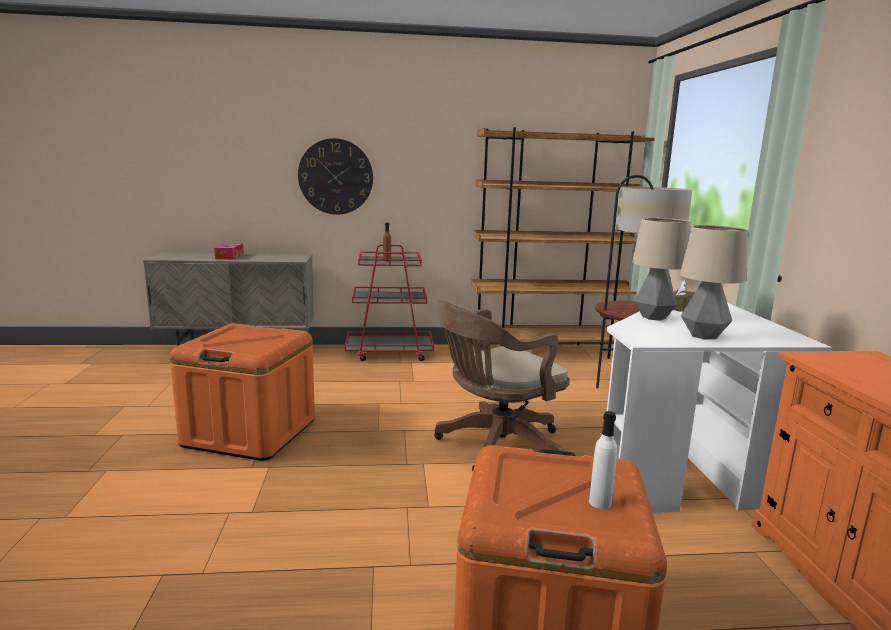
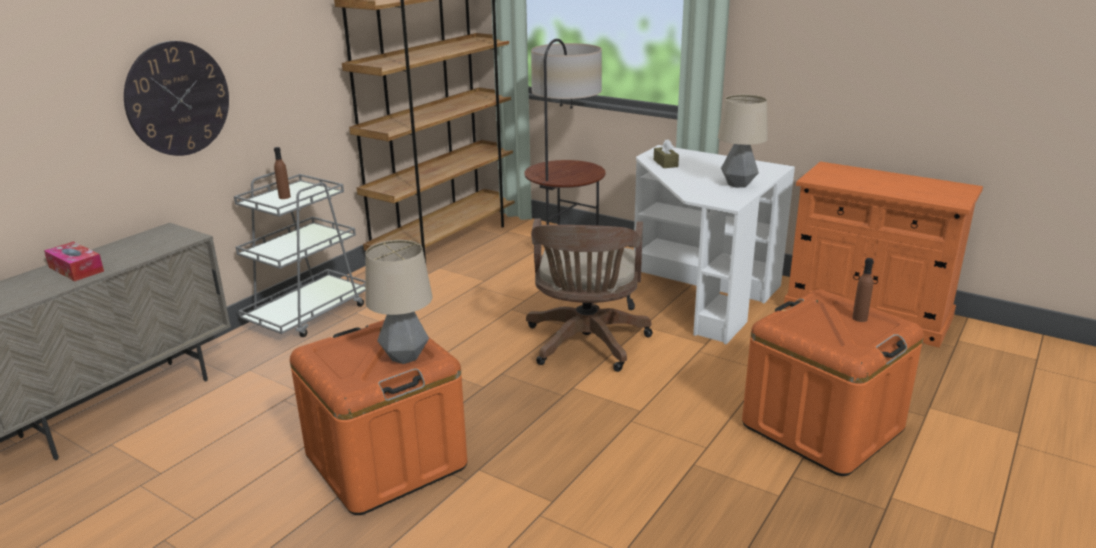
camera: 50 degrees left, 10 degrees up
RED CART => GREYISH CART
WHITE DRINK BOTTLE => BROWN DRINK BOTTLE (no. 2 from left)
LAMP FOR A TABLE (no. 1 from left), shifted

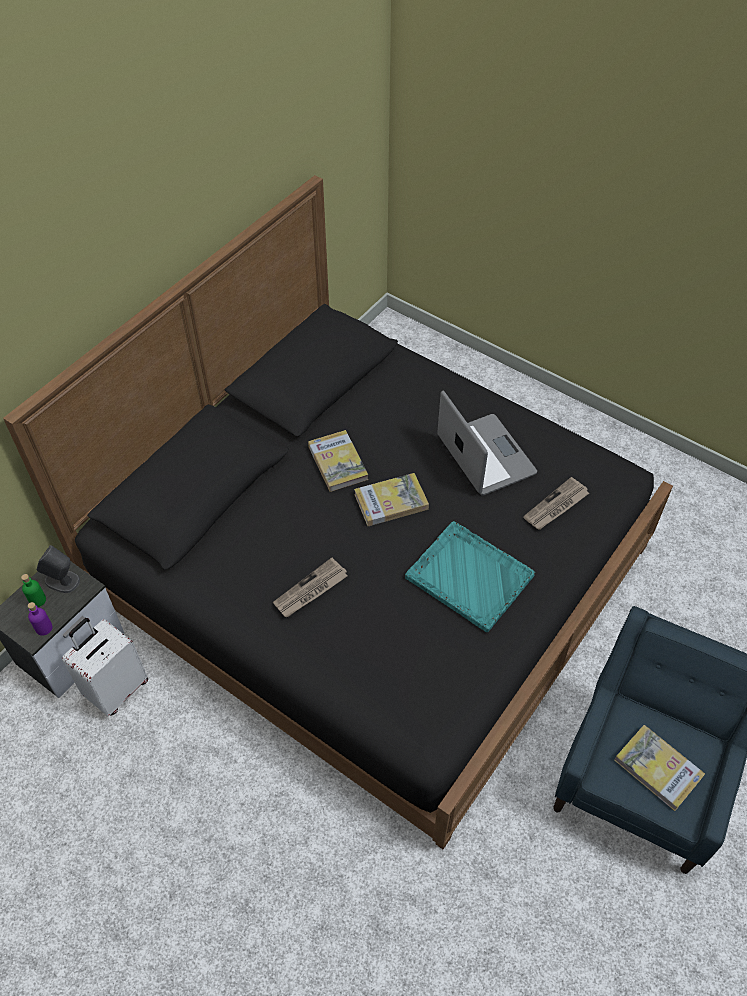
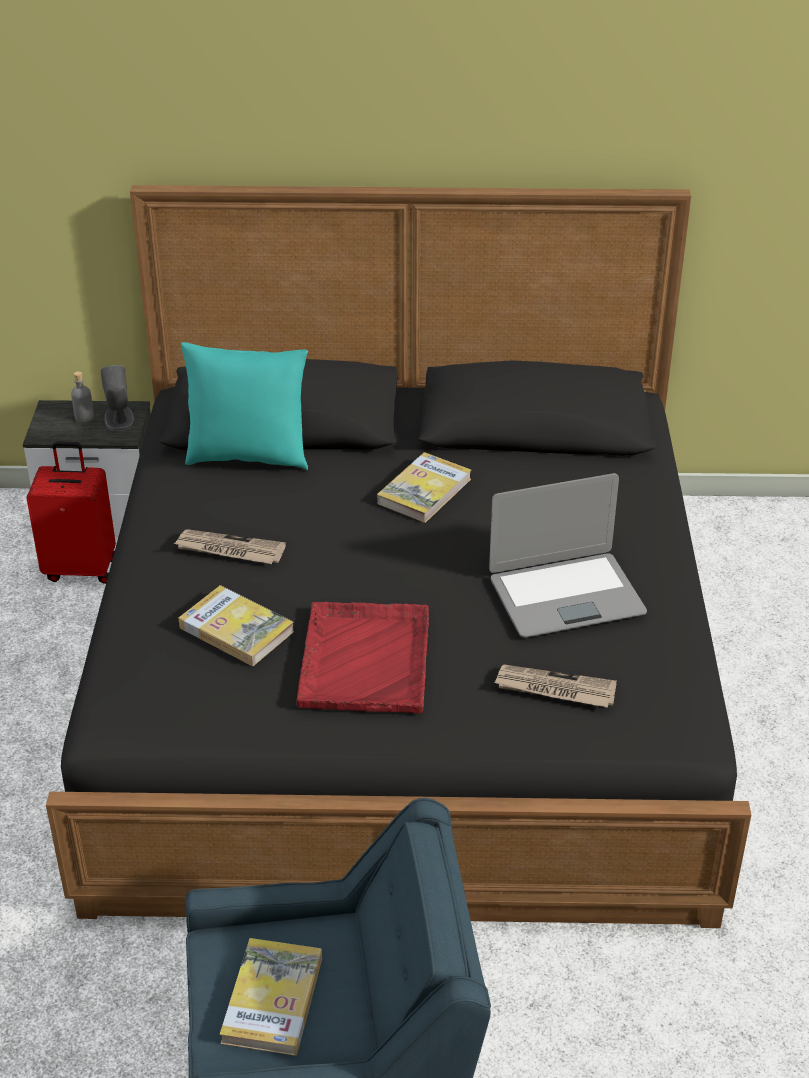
camera: 55 degrees right, 15 degrees down
GREEN DRINK BOTTLE => GREYISH DRINK BOTTLE
PURPLE-COLOURED DRINK BOTTLE => nothing
WHITE SUITCASE => RED SUITCASE
BOUND BOOK (no. 2 from left in the first image) => BOUND BOOK (no. 1 from left), shifted
BLUE-GREEN CARRYING TRAY => RED CARRYING TRAY
PORTABLE COMPUTER, 45 degrees clockwise
nothing => BLUE-GREEN PILLOW

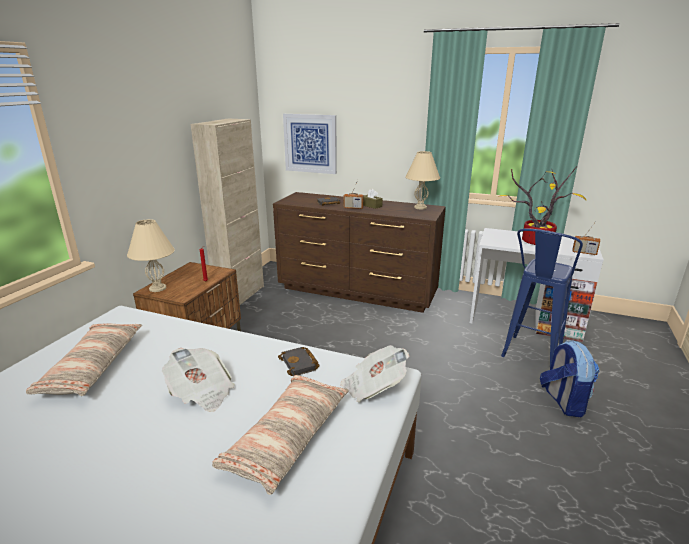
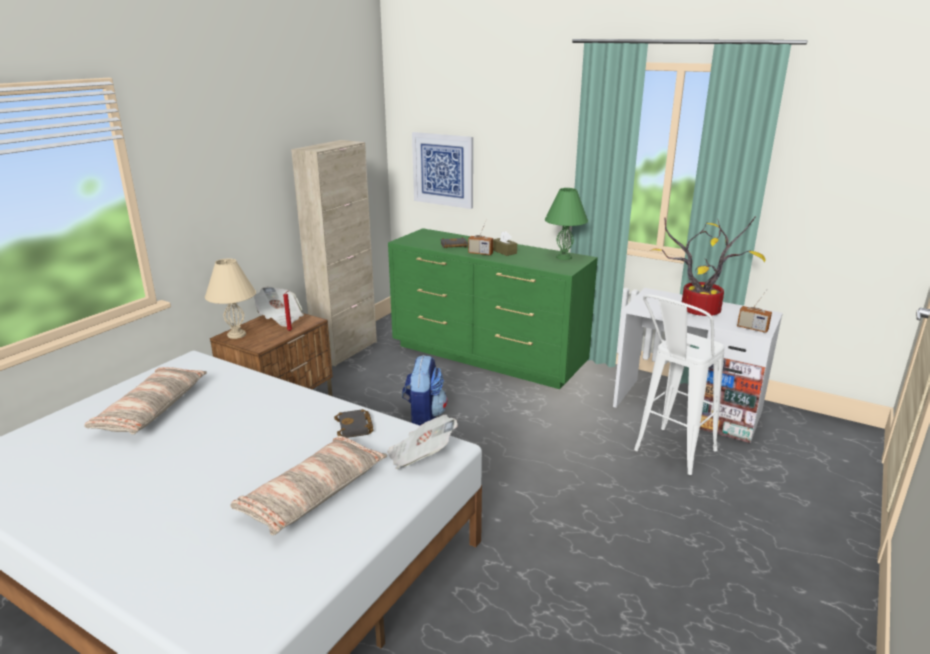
camera: 10 degrees right, 0 degrees up
NEWSPAPER (no. 1 from left), shifted
BROWN CHEST OF DRAWERS => GREEN CHEST OF DRAWERS
BEIGE-COLOURED LAMP FOR A TABLE (no. 2 from left) => GREEN LAMP FOR A TABLE
BLUE-COLOURED SITTING STOOL => WHITE SITTING STOOL
KNAPSACK, shifted

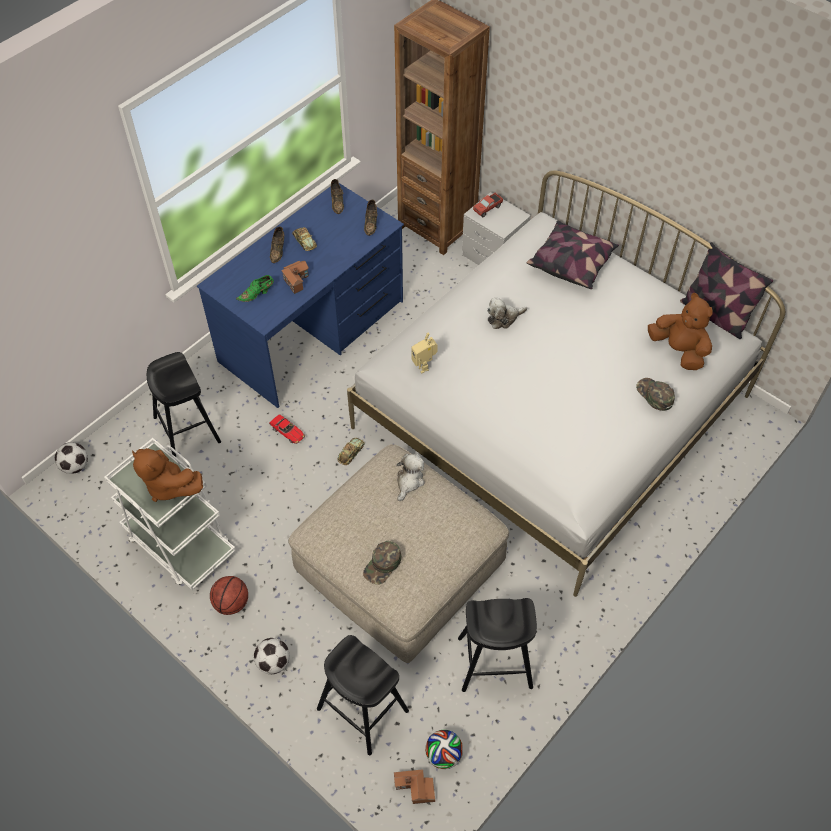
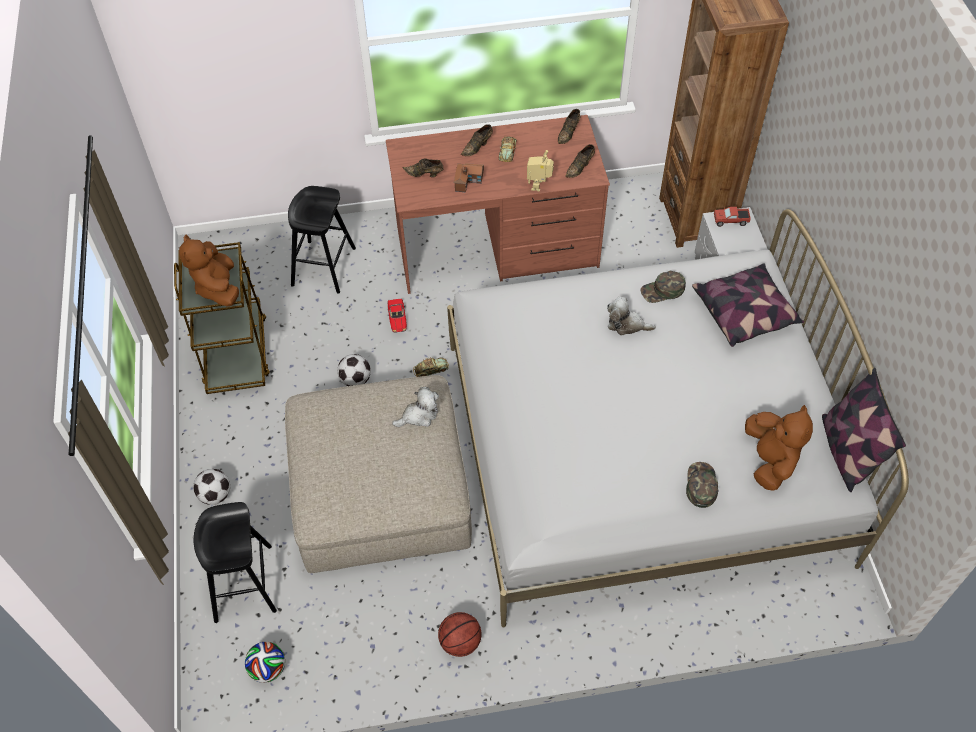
camera: 40 degrees right, 0 degrees up
BALL FOR FOOTBALL (no. 1 from left in the first image) => BALL FOR FOOTBALL (no. 3 from left), shifted
WHITE CART => BROWN CART
BLUE-COLOURED DESK TABLE => BROWN DESK TABLE
BASKETBALL BALL, shifted
GREEN SHOE => BROWN SHOE (no. 1 from left)
GREEN CAP (no. 1 from left), shifted
TOY HOUSE (no. 2 from left) => nothing
ROBOT FIGURE, shifted
BLACK-COLOURED SITTING STOOL (no. 3 from left) => nothing

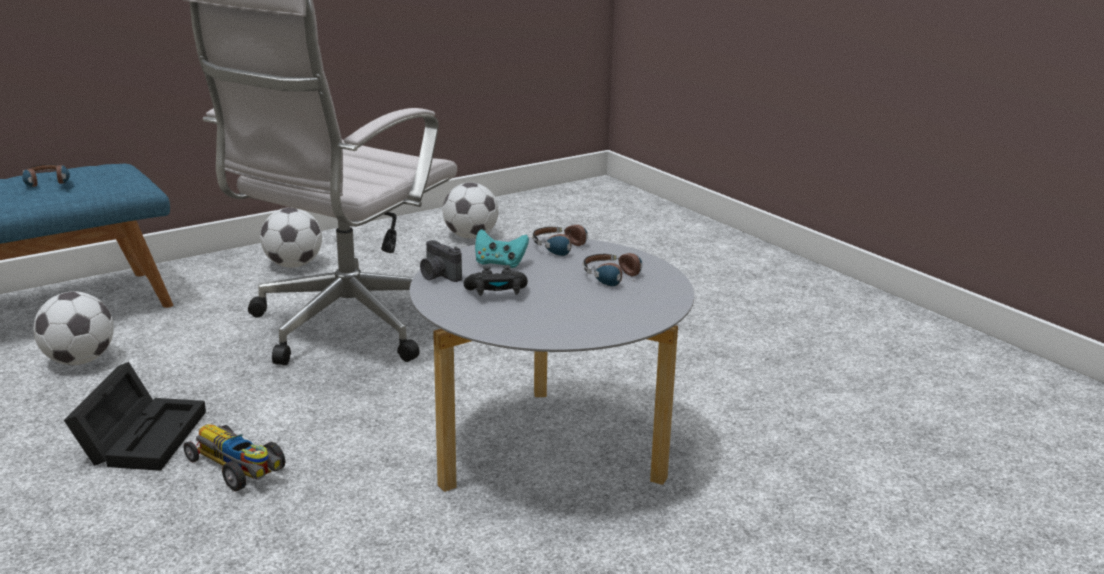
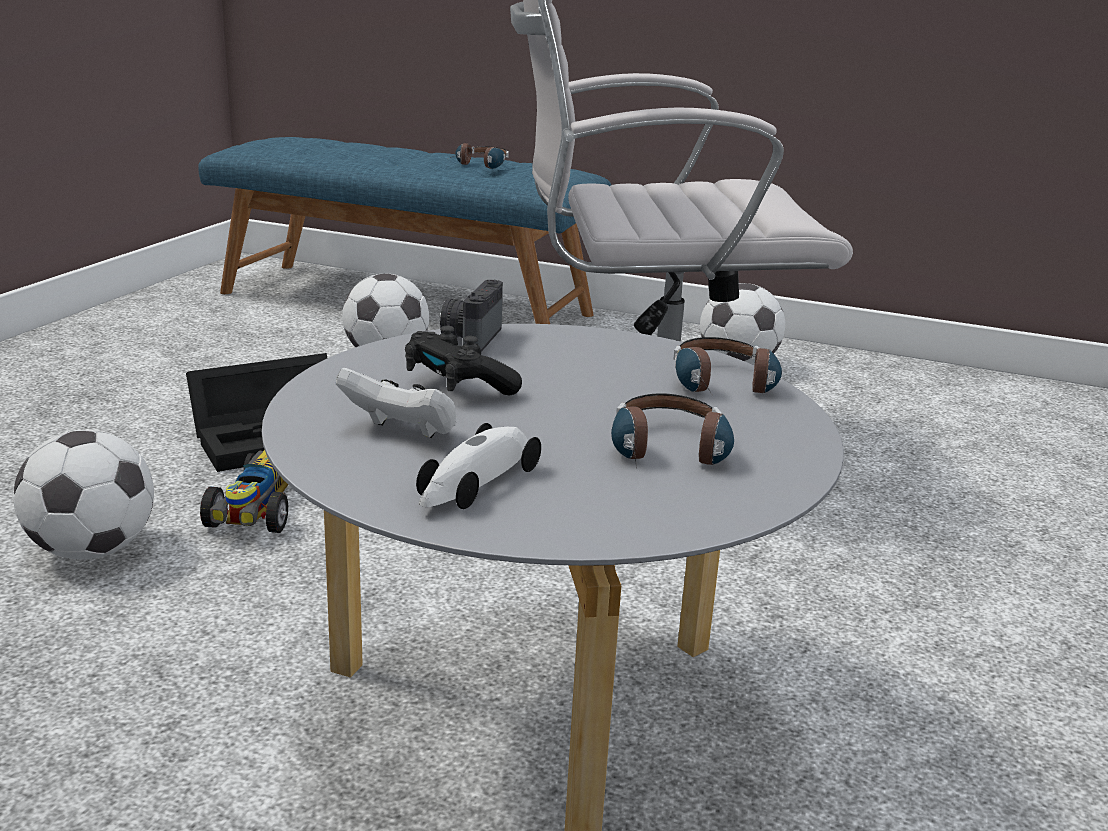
camera: 55 degrees right, 0 degrees up
BALL FOR FOOTBALL (no. 3 from left in the first image) => BALL FOR FOOTBALL (no. 1 from left), shifted
BLUE-GREEN JOYPAD => nothing
nothing => WHITE JOYPAD
nothing => TOY CAR (no. 2 from left)

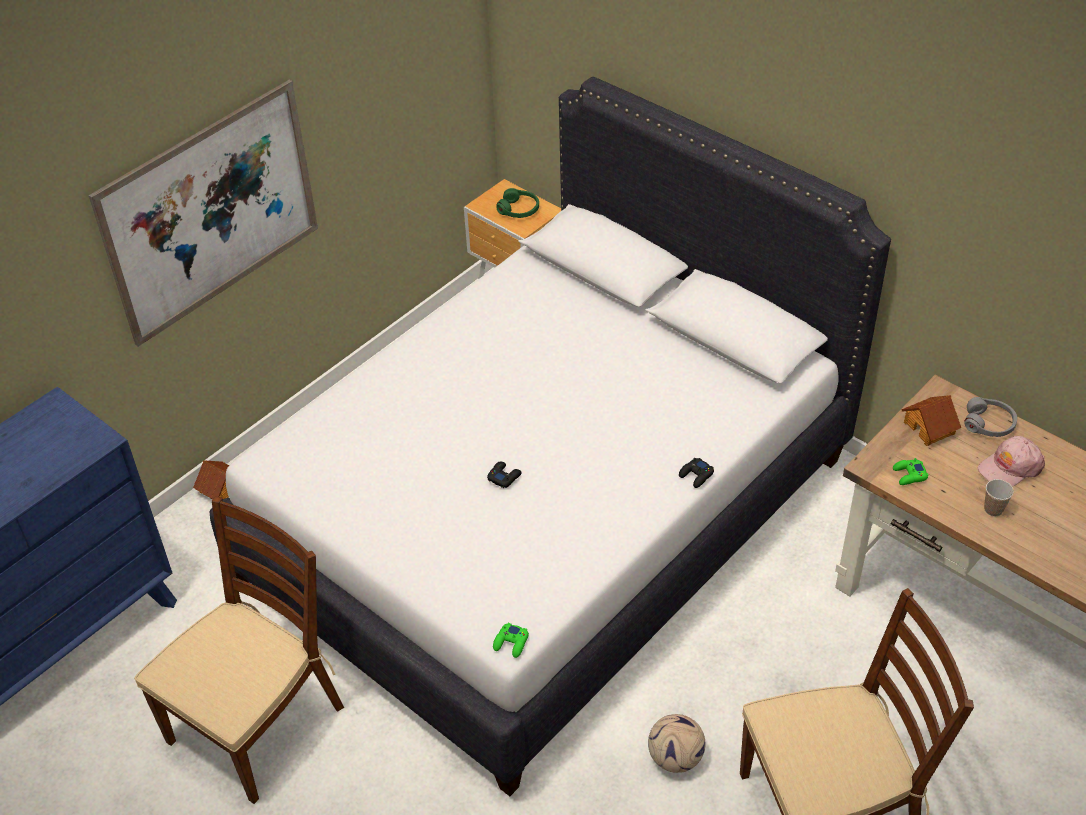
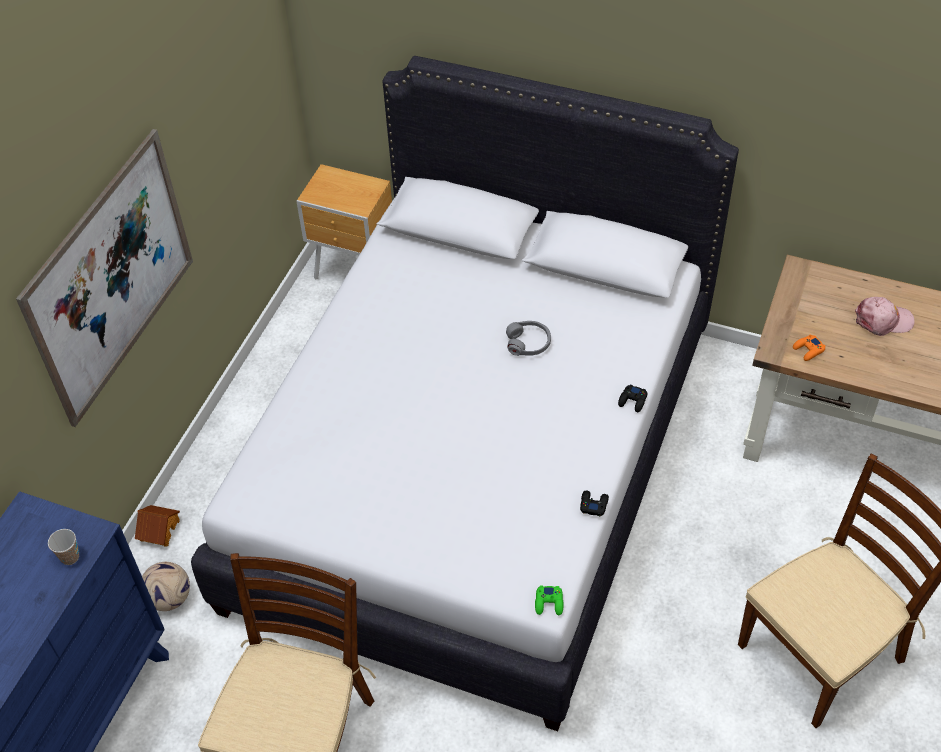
camera: 20 degrees left, 5 degrees up
BLACK-COLOURED JOYPAD (no. 1 from left), shifted
GREEN HEADSET => nothing
BALL FOR FOOTBALL, shifted
GREEN JOYPAD (no. 2 from left) => ORANGEY JOYPAD
TOY HOUSE (no. 2 from left) => nothing
GREYISH HEADSET, shifted
PINKISH CAP, 135 degrees counterclockwise
SMALL CUP, shifted

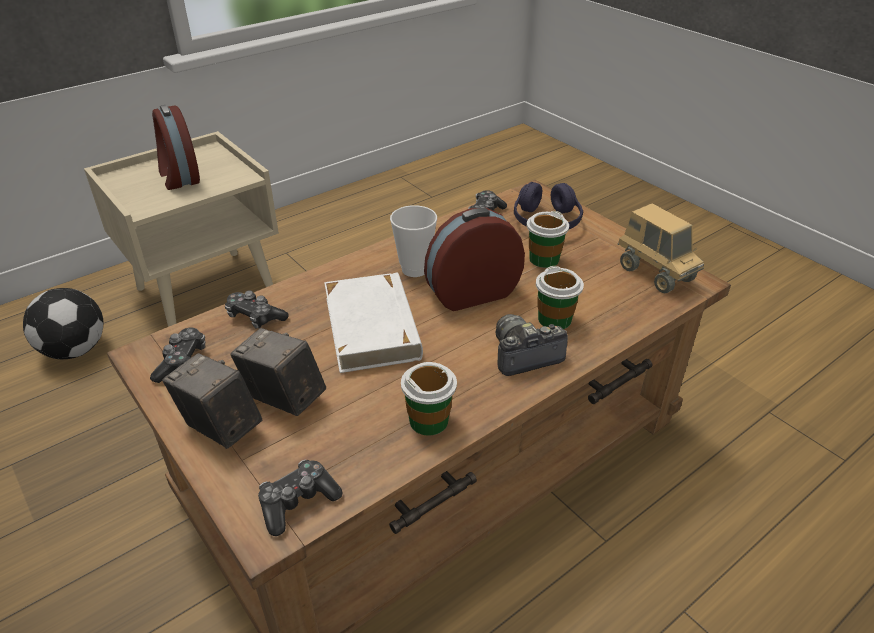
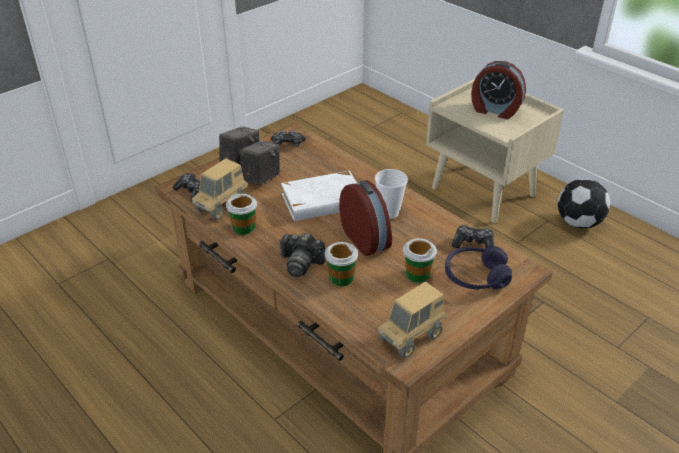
camera: 85 degrees right, 0 degrees up
BALL FOR FOOTBALL, shifted
TABLE CLOCK (no. 1 from left in the first image) => TABLE CLOCK (no. 2 from left), 120 degrees counterclockwise
JOYPAD (no. 2 from left) => nothing
PHOTO CAMERA (no. 3 from left), 135 degrees clockwise
nothing => MODEL TRUCK (no. 1 from left)

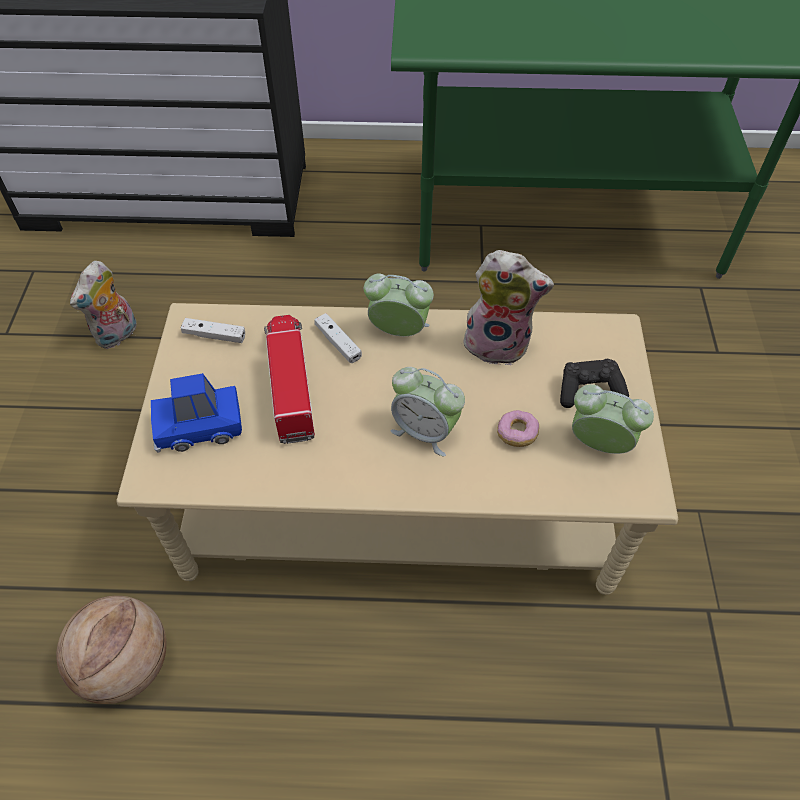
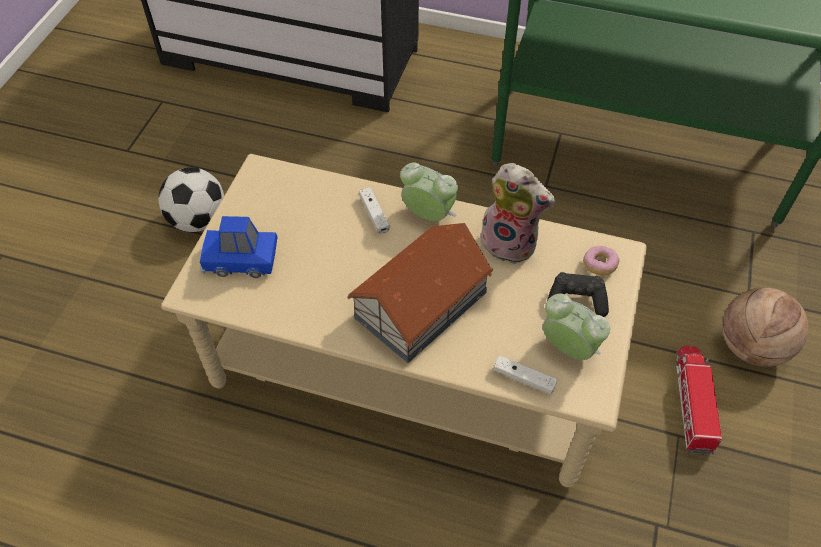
camera: 15 degrees right, 0 degrees up
BASKETBALL BALL, shifted
PLUSH TOY (no. 1 from left) => nothing
WHITE JOYPAD (no. 1 from left in the first image) => WHITE JOYPAD (no. 2 from left), shifted
MODEL TRUCK, shifted
TABLE CLOCK (no. 2 from left) => TOY HOUSE
DONUT, shifted
nothing => BALL FOR FOOTBALL

